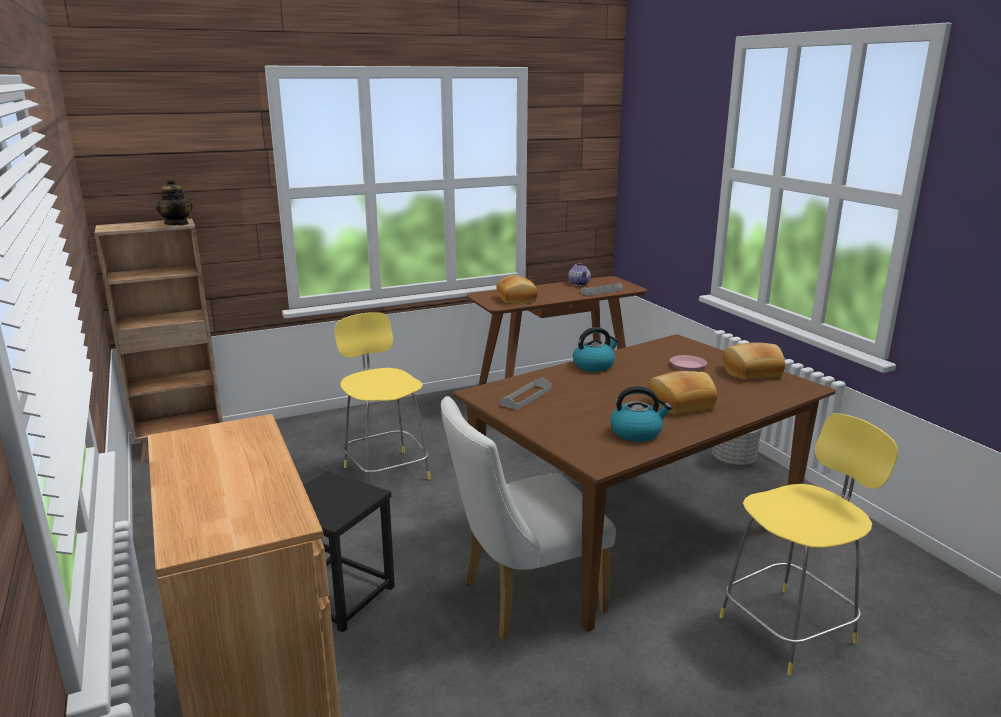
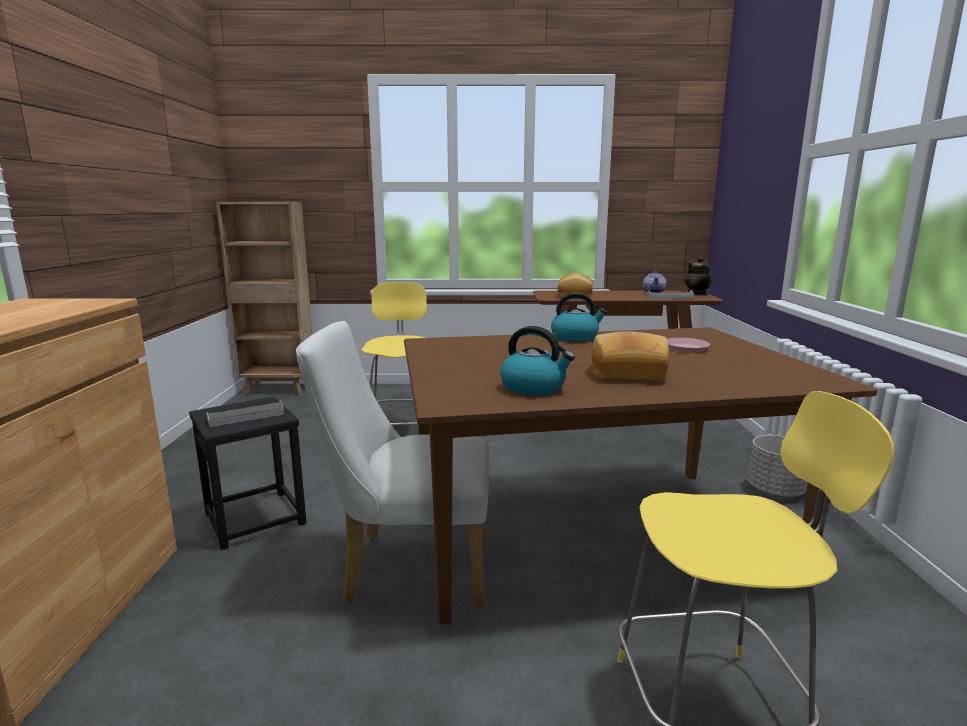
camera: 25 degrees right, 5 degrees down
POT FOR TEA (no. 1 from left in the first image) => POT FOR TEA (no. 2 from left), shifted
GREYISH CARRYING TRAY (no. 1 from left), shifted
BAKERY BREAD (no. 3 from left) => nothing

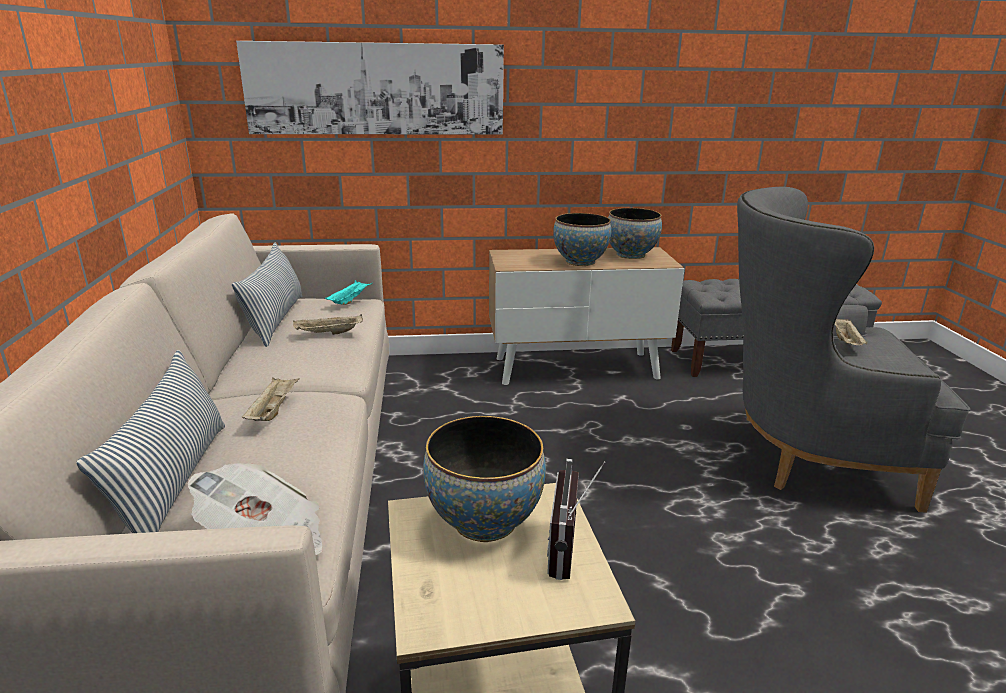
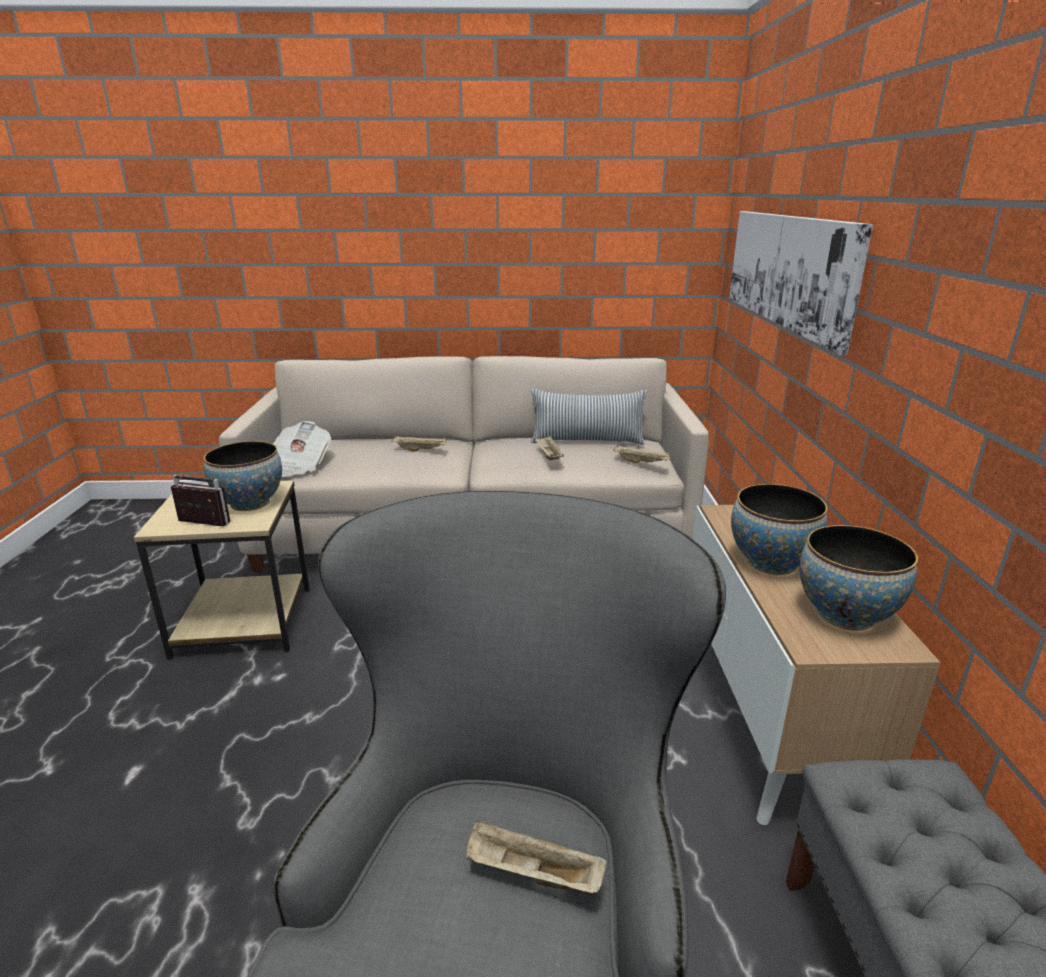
camera: 95 degrees right, 0 degrees up
PILLOW (no. 1 from left) => nothing
BLUE-GREEN CARRYING TRAY => BEIGE-COLOURED CARRYING TRAY (no. 4 from left)

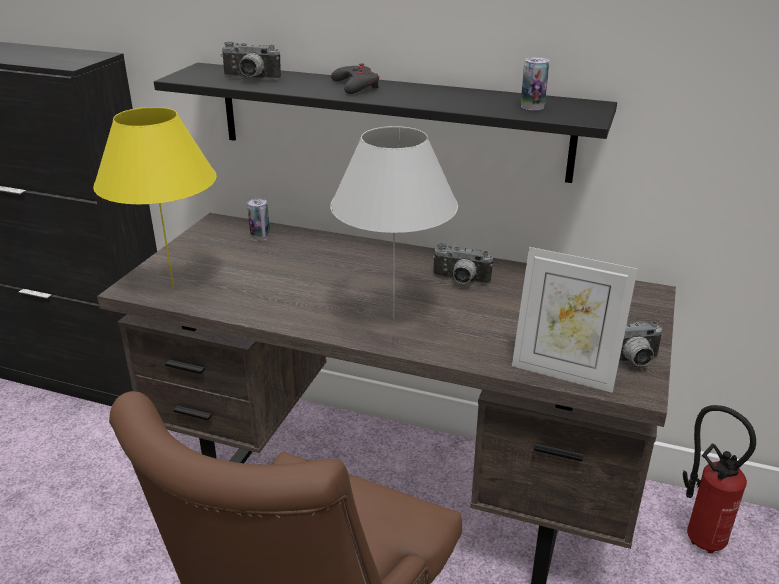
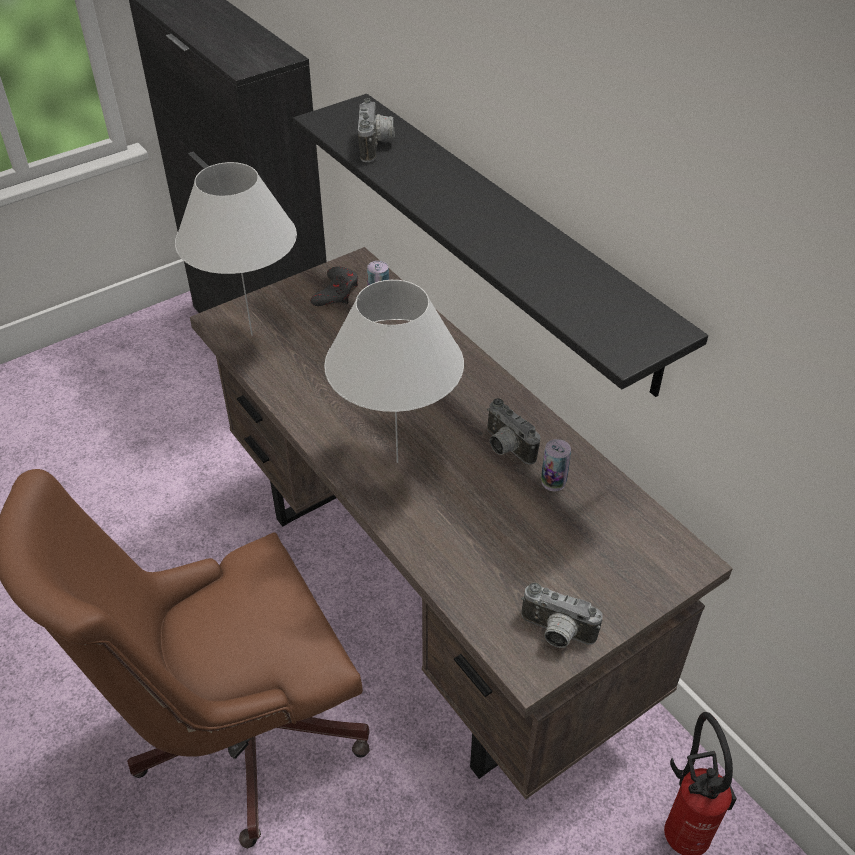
camera: 35 degrees right, 15 degrees up
YELLOW LAMP FOR A TABLE => WHITE LAMP FOR A TABLE (no. 1 from left)
PHOTO CAMERA (no. 1 from left), 135 degrees counterclockwise
GREYISH JOYPAD, shifted
PICTURE FRAME => nothing
CAN (no. 2 from left), shifted

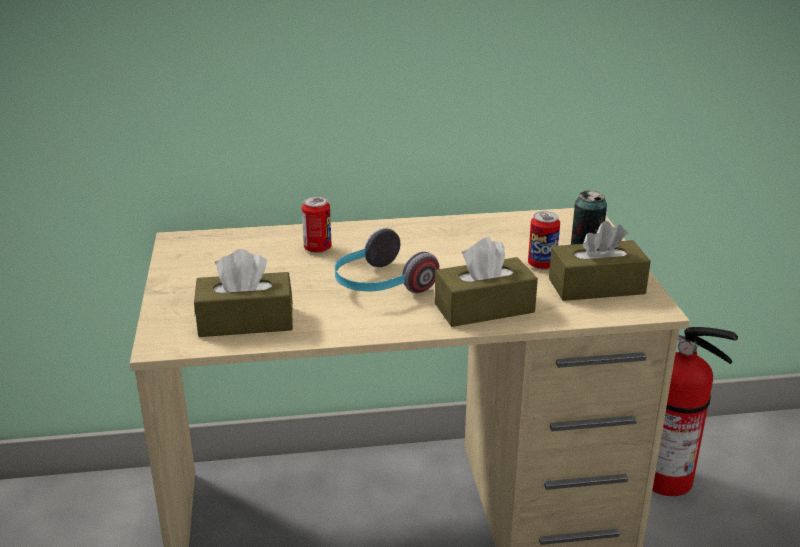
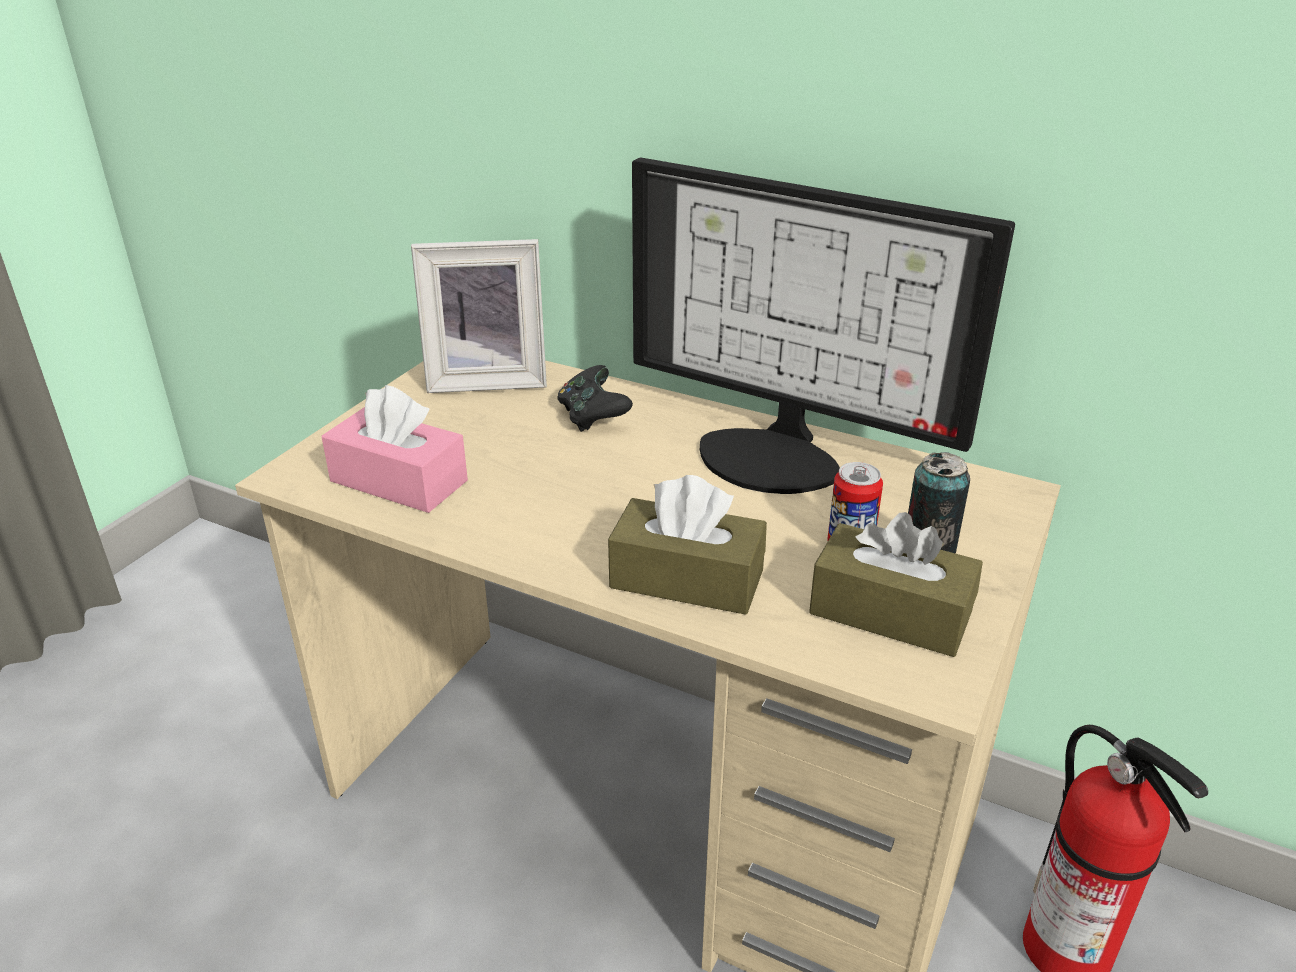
camera: 35 degrees right, 5 degrees up
BROWN TISSUE BOX (no. 1 from left) => PINKISH TISSUE BOX
CAN (no. 1 from left) => BLACK-COLOURED JOYPAD
HEADSET => nothing
nothing => PICTURE FRAME
nothing => COMPUTER SCREEN

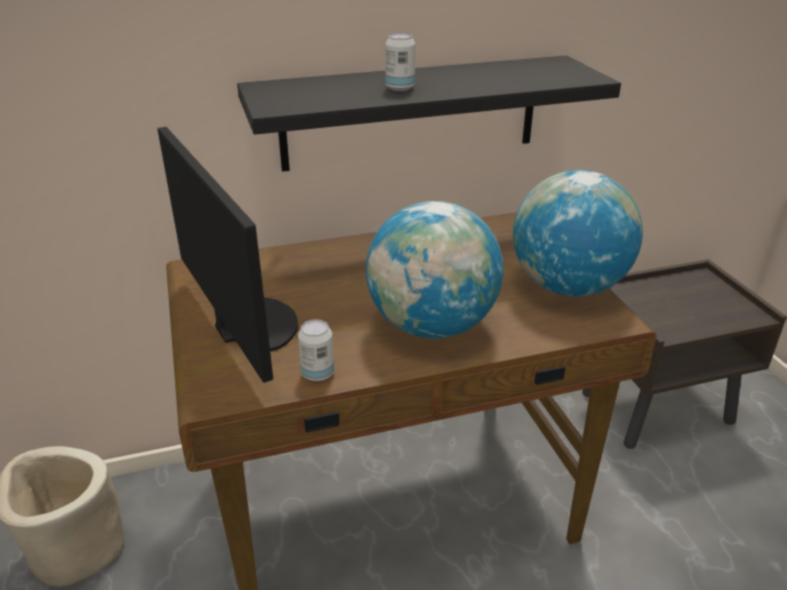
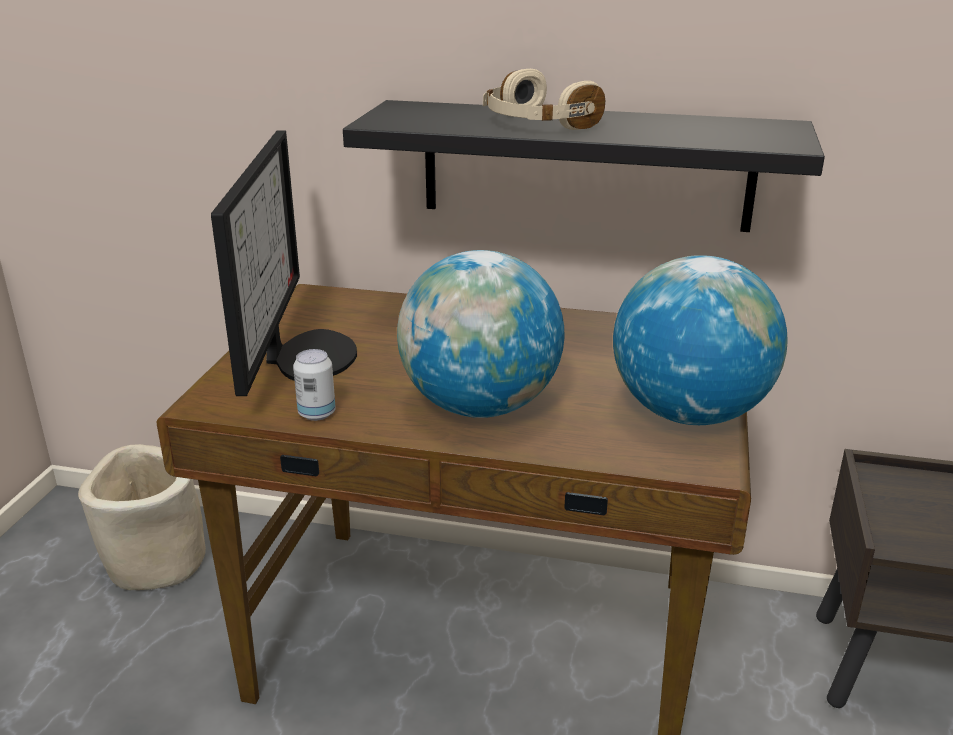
camera: 30 degrees right, 5 degrees down
CAN (no. 2 from left) => BEIGE-COLOURED HEADSET

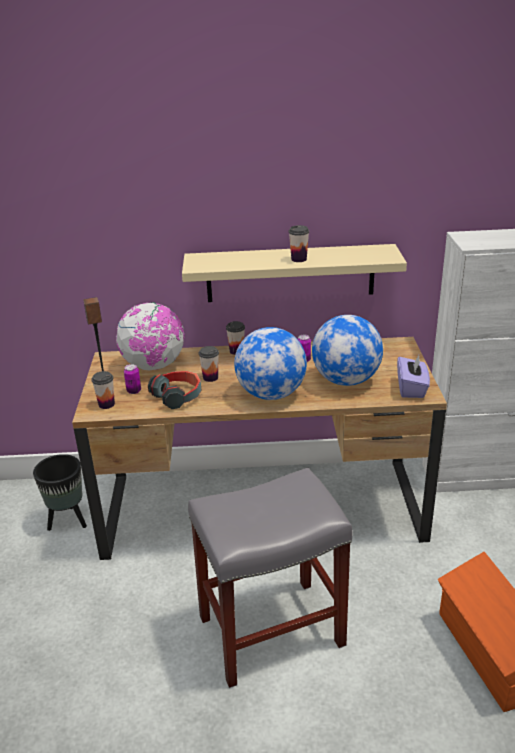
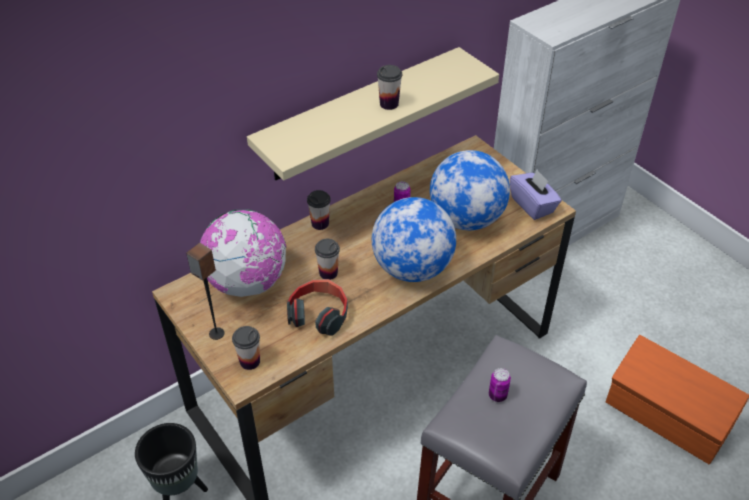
camera: 35 degrees left, 15 degrees up
CAN (no. 1 from left in the first image) => CAN (no. 2 from left), shifted

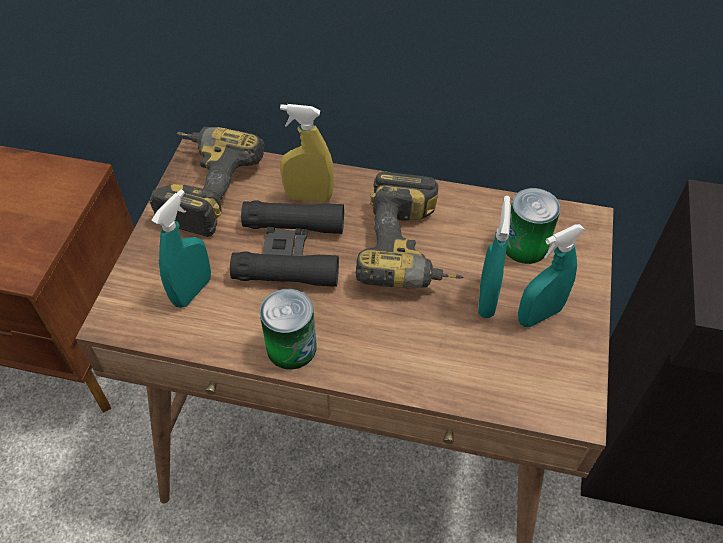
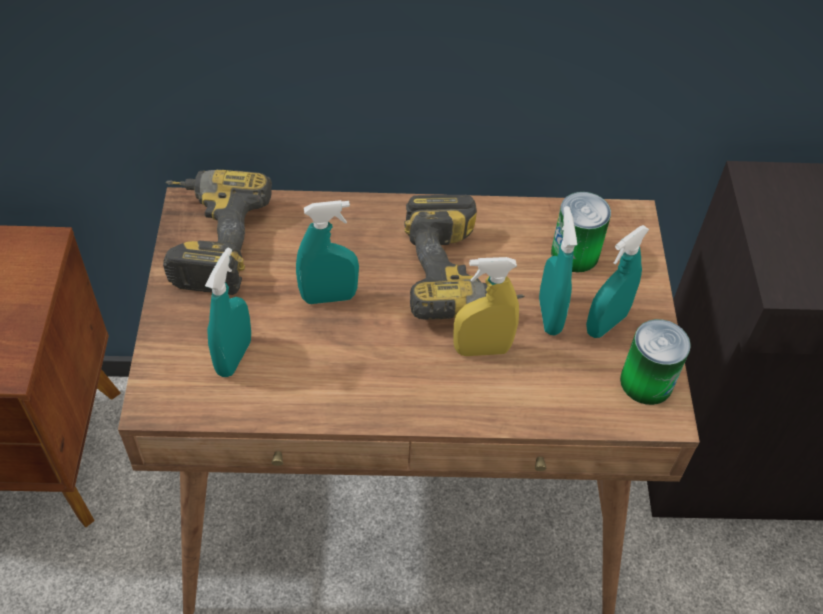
camera: 15 degrees left, 0 degrees up
BLACK-COLOURED FIELD GLASSES => BLUE-GREEN HAND SPRAYER (no. 2 from left)
CAN (no. 1 from left in the first image) => CAN (no. 2 from left), shifted
YELLOW HAND SPRAYER, shifted

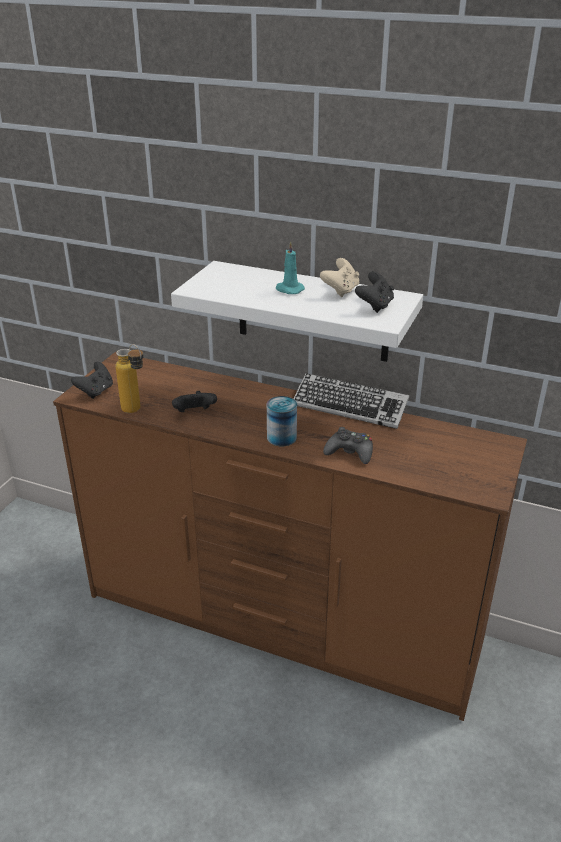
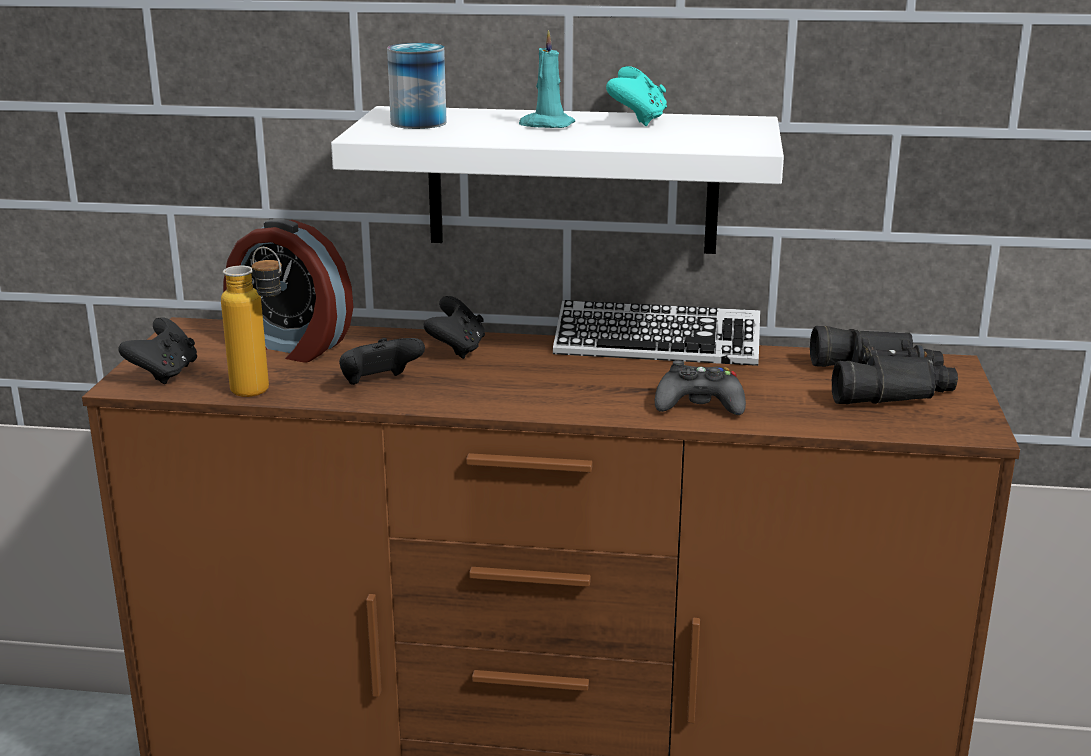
camera: 15 degrees left, 10 degrees down
CAN, shifted
BEIGE-COLOURED JOYPAD => BLUE-GREEN JOYPAD
BLACK-COLOURED JOYPAD (no. 4 from left in the first image) => BLACK-COLOURED JOYPAD (no. 3 from left), shifted
nothing => TABLE CLOCK
nothing => BLACK-COLOURED FIELD GLASSES

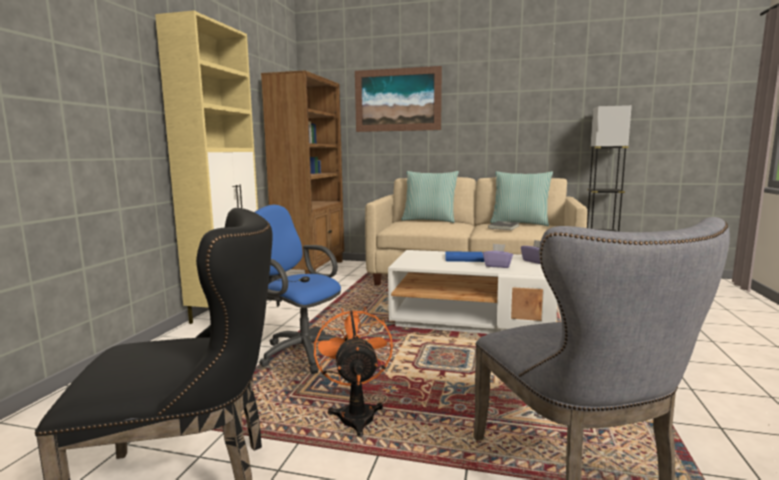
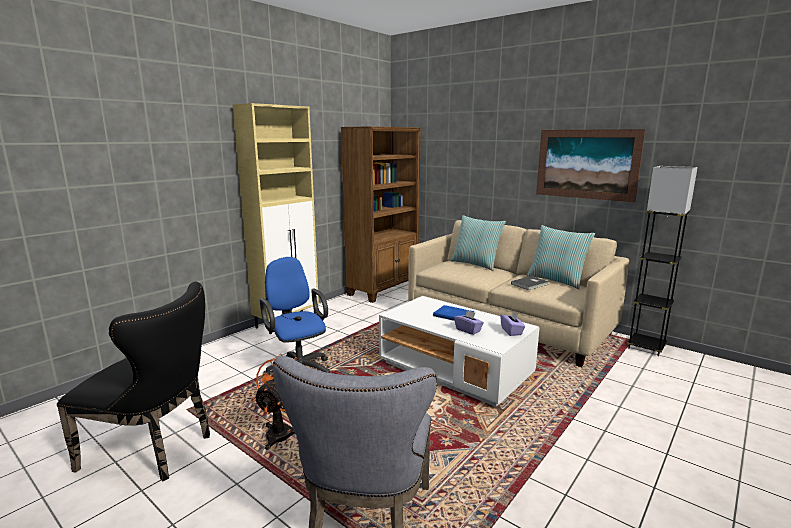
camera: 25 degrees right, 5 degrees up
WALL ART, shifted

